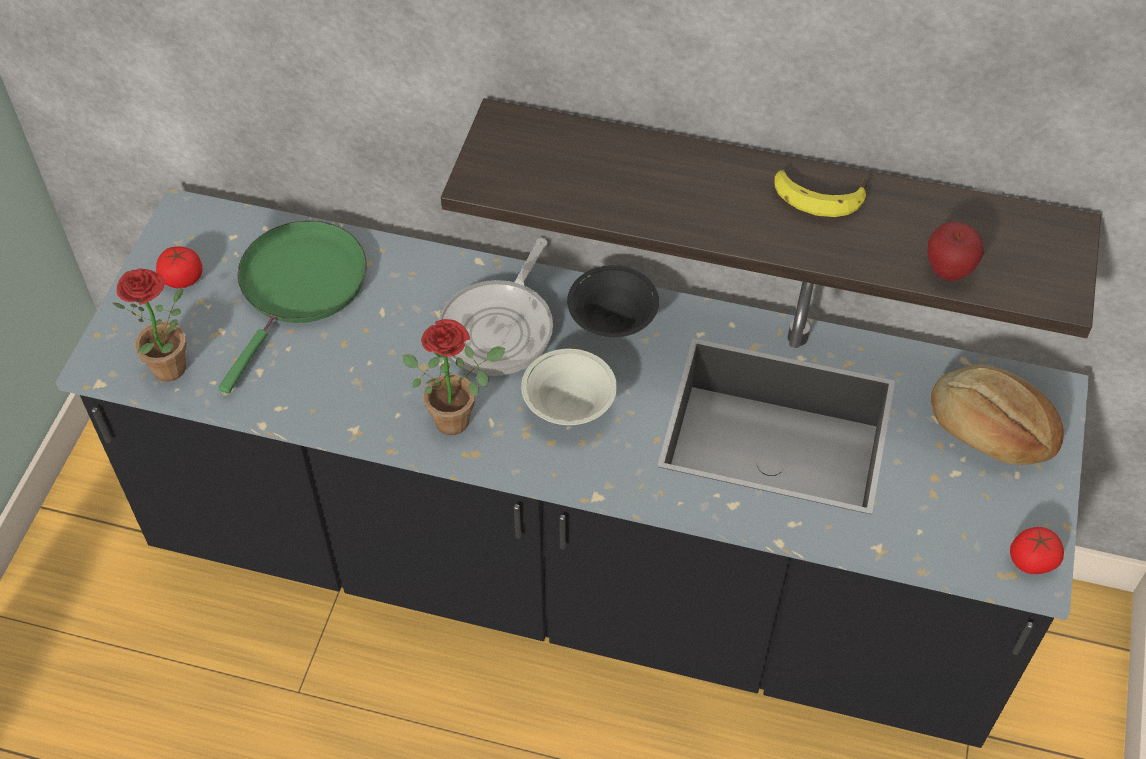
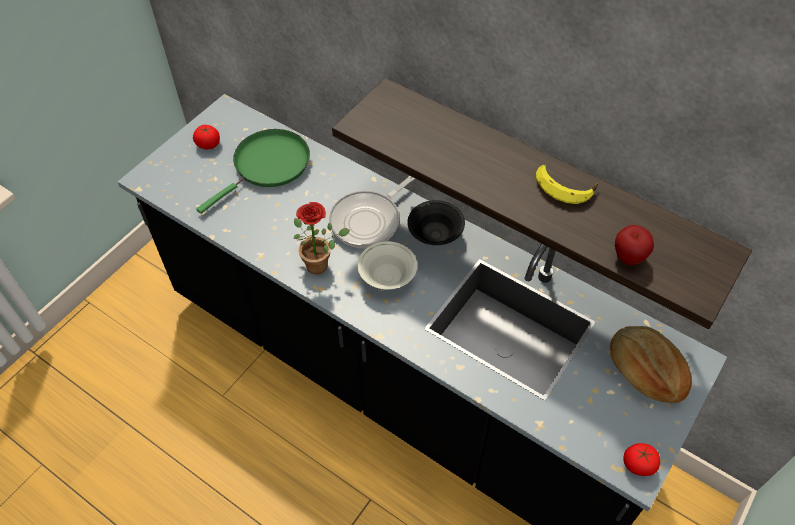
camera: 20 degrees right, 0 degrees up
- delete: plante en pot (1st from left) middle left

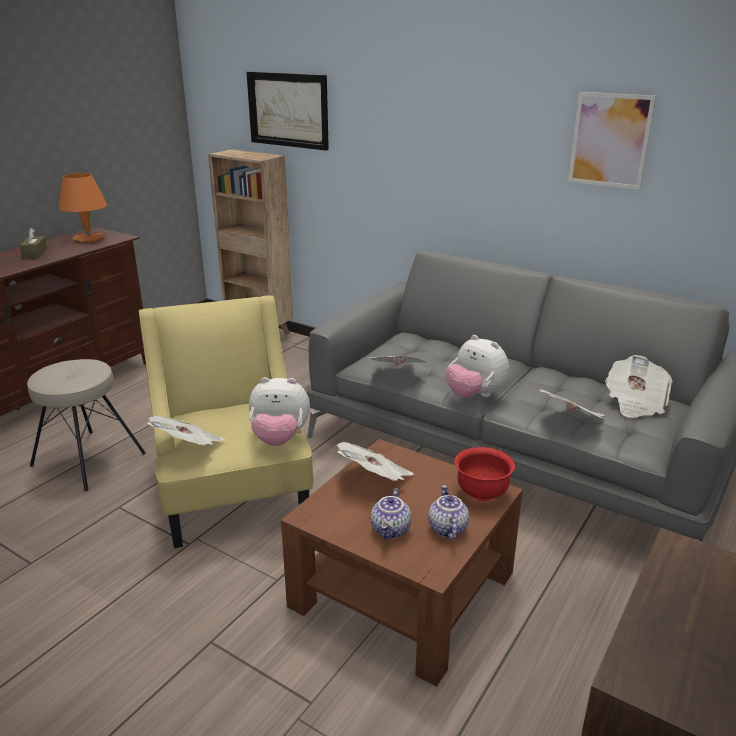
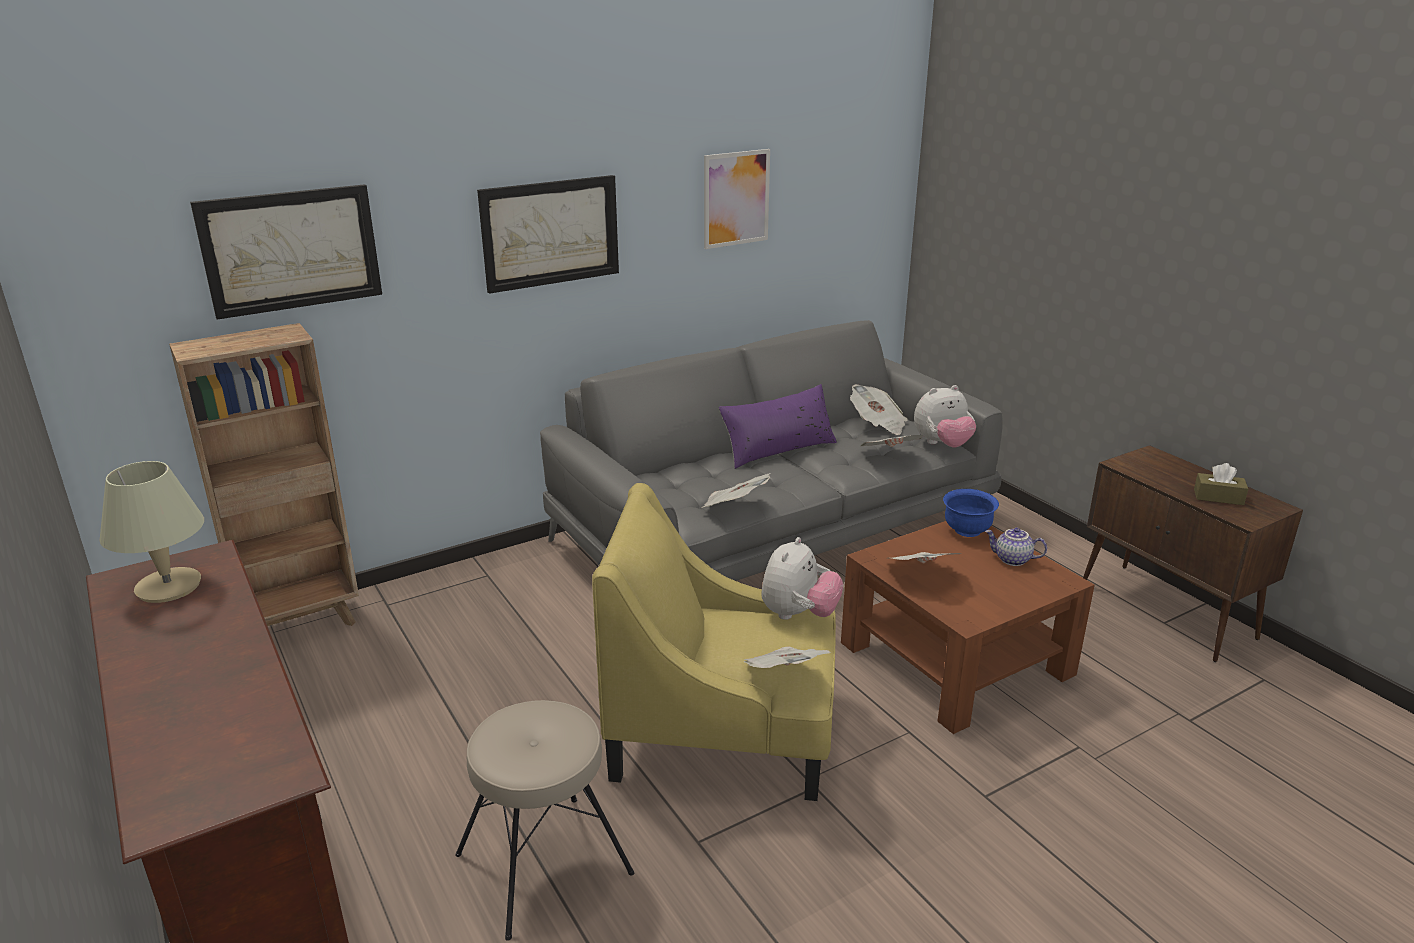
camera: 65 degrees left, 0 degrees up
- recolor: lampe de table (orange) top left to lampe de table (beige) middle left
- insert: tableau (2nd from left) top centre
- insert: coussin (violet) centre
- move: peluche (2nd from left) centre to middle right
- recolor: bol (rouge) centre to bol (bleu) middle right
- move: boîte à mouchoirs (marron) top left to middle right
- delete: théière (1st from left) bottom centre

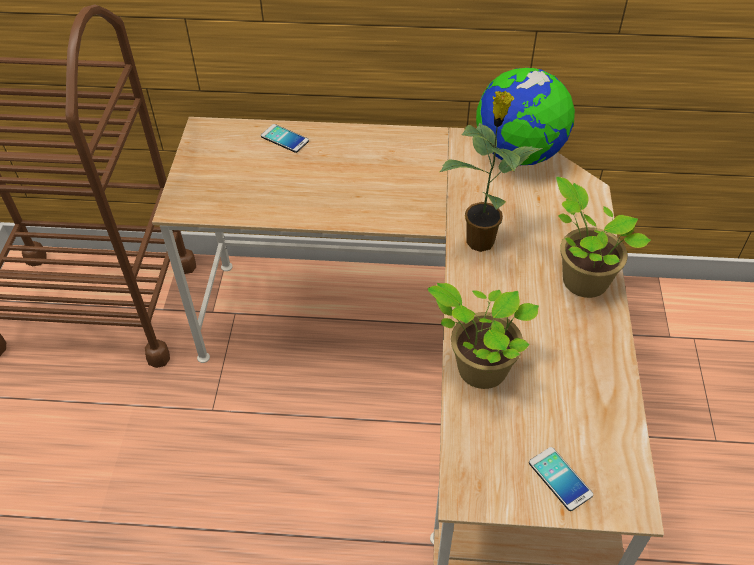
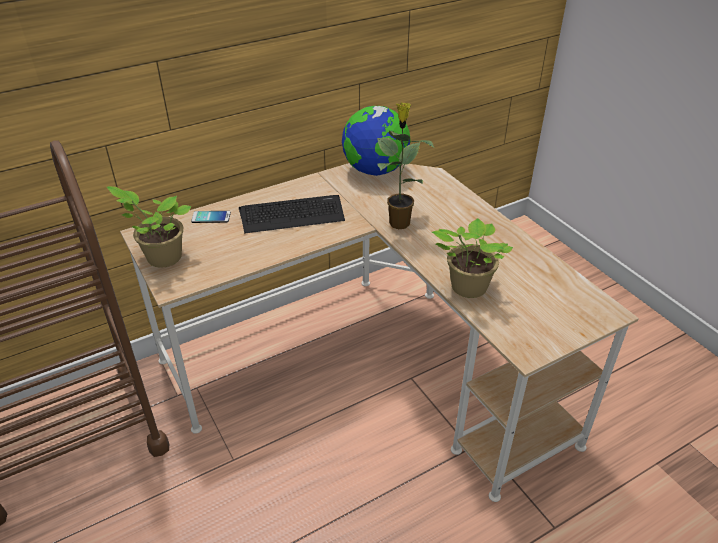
camera: 35 degrees left, 10 degrees down
- move: plante en pot (3rd from left in the first image) middle right to plante en pot (1st from left) middle left
- insert: clavier centre
- delete: téléphone (2nd from left) bottom right

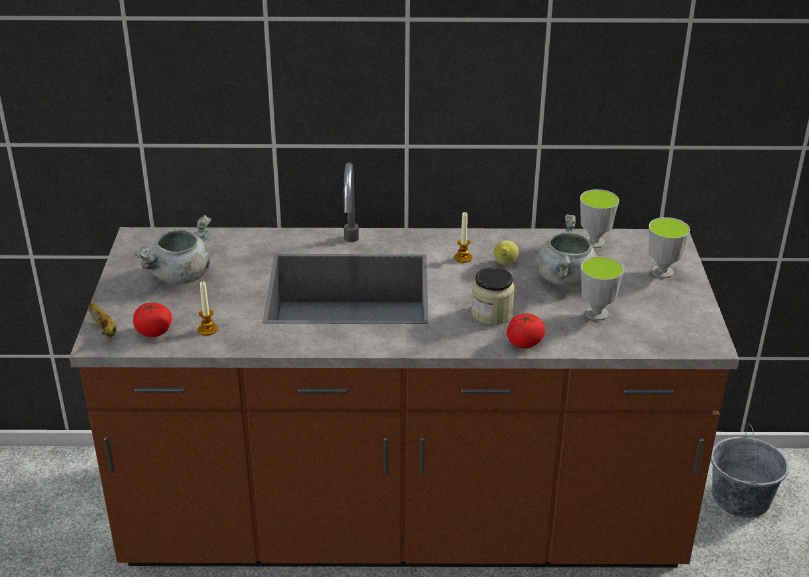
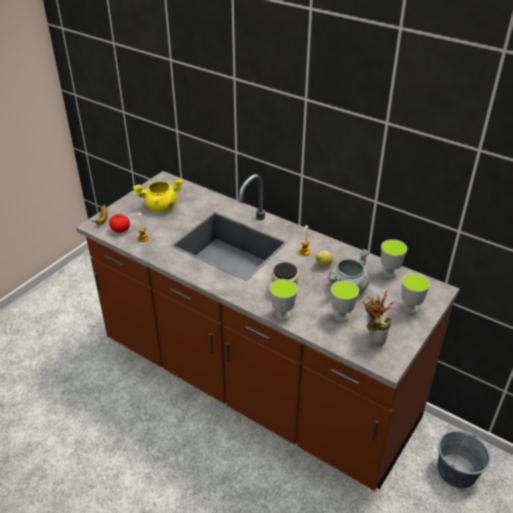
camera: 35 degrees right, 5 degrees up
- recolor: marmite (gris) (1st from left) middle left to marmite (jaune) middle left
- replace: tomate (2nd from left) centre to tasse (1st from left) centre
- insert: plante en pot middle right

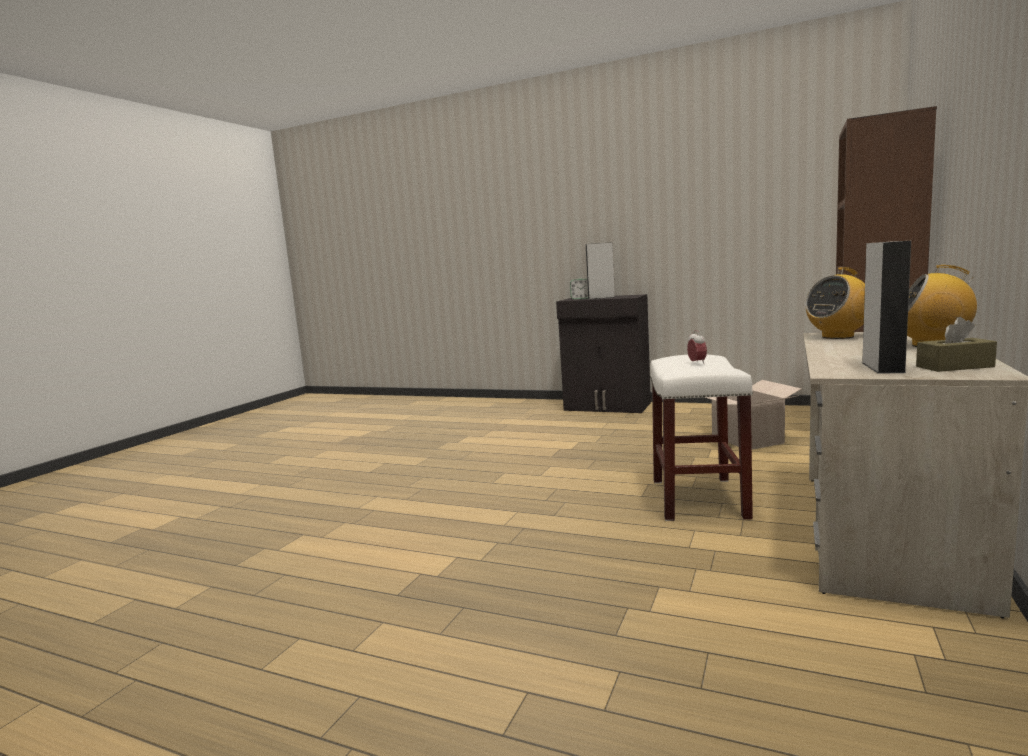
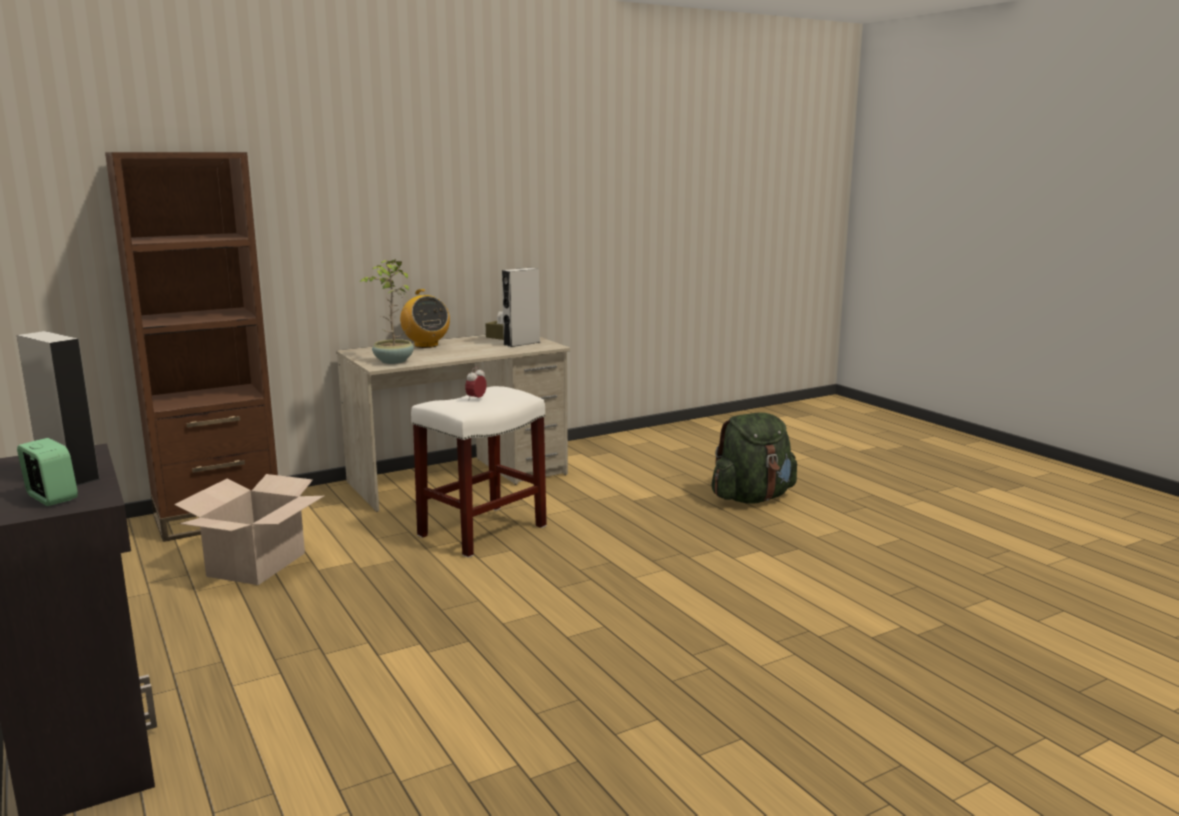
camera: 145 degrees left, 5 degrees up
- replace: radio (1st from left) middle right to plante en pot middle left
- insert: sac à dos (vert) centre

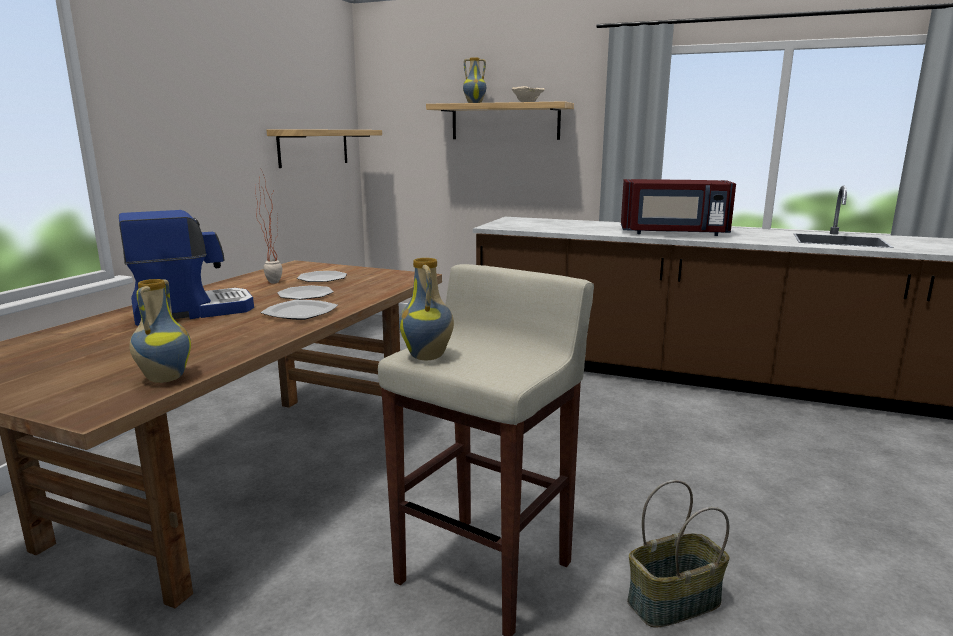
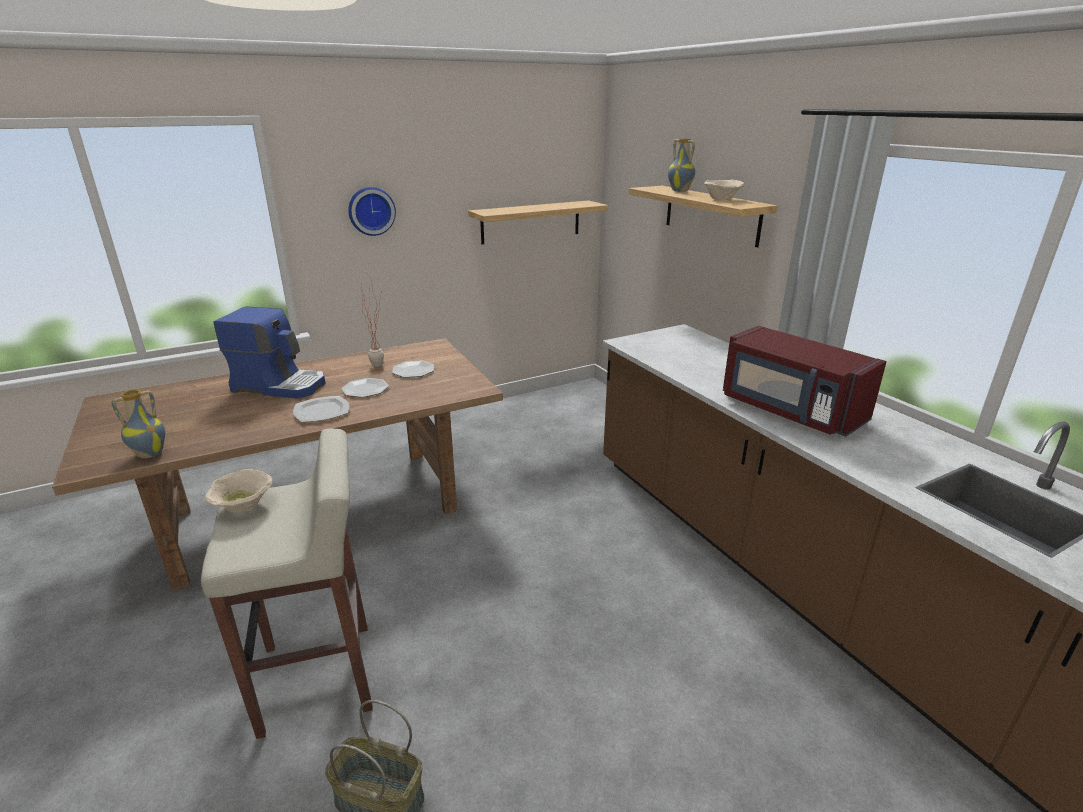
camera: 40 degrees right, 10 degrees up
- replace: vase (2nd from left) centre to bol (beige) (1st from left) middle left
- insert: horloge murale top centre

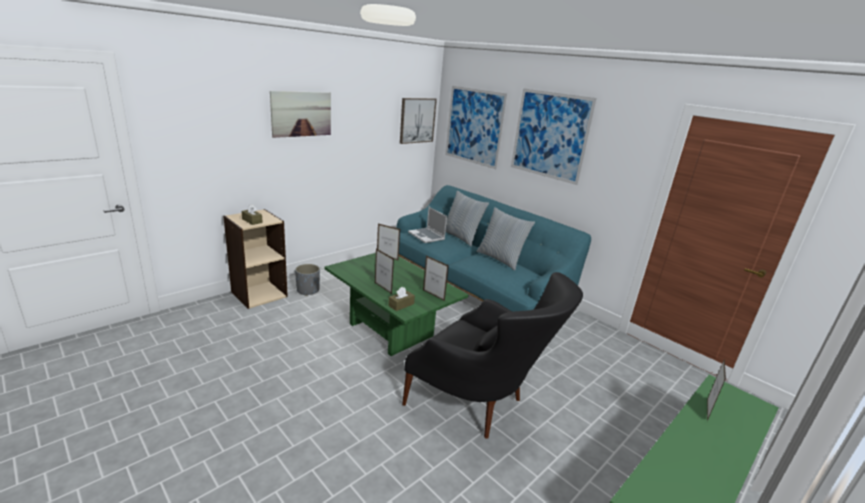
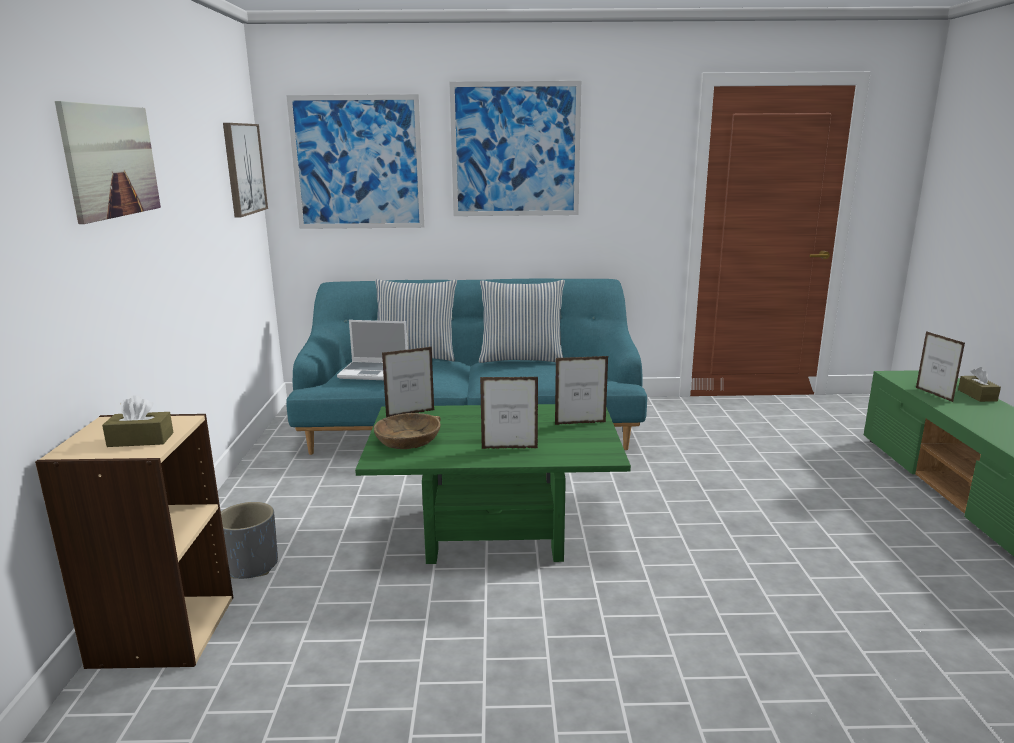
camera: 45 degrees left, 5 degrees down
- insert: bol (marron) centre
- move: boîte à mouchoirs (marron) (2nd from left) centre to middle right
- delete: fauteuil (noir) bottom centre

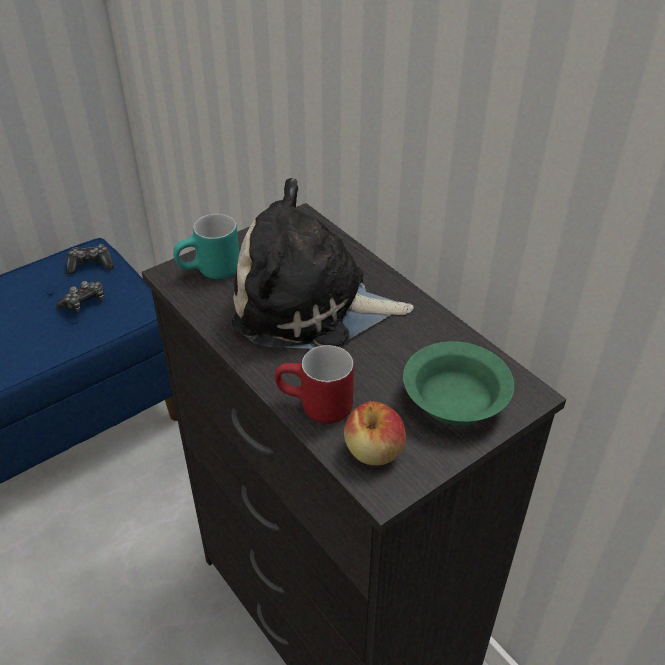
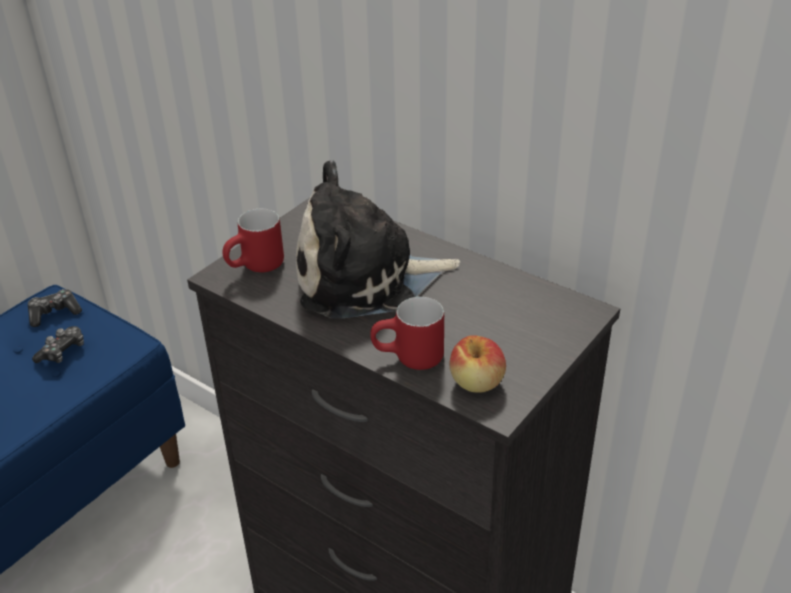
camera: 15 degrees left, 5 degrees down
- recolor: mug (turquoise) middle left to mug (rouge) (1st from left) middle left
- delete: bol (vert) middle right

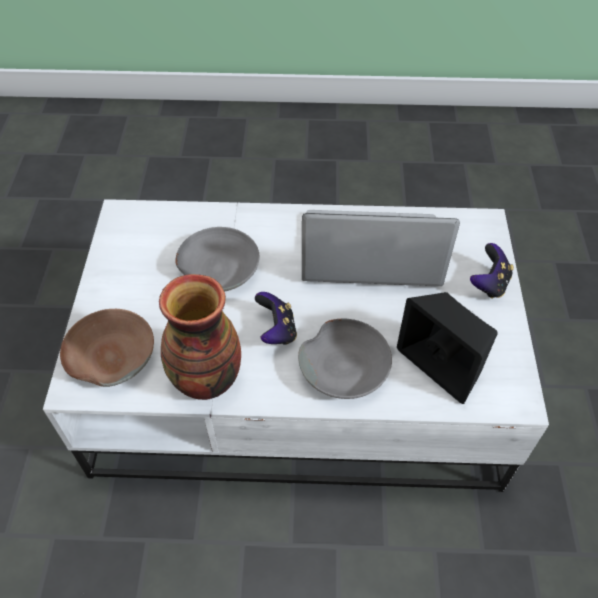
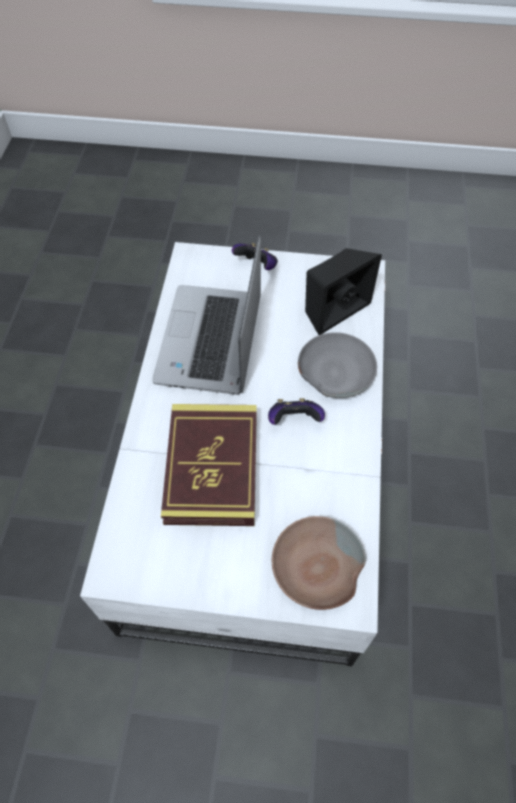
camera: 85 degrees left, 5 degrees up
- replace: bol (gris) (1st from left) centre to livre centre
- delete: vase centre

